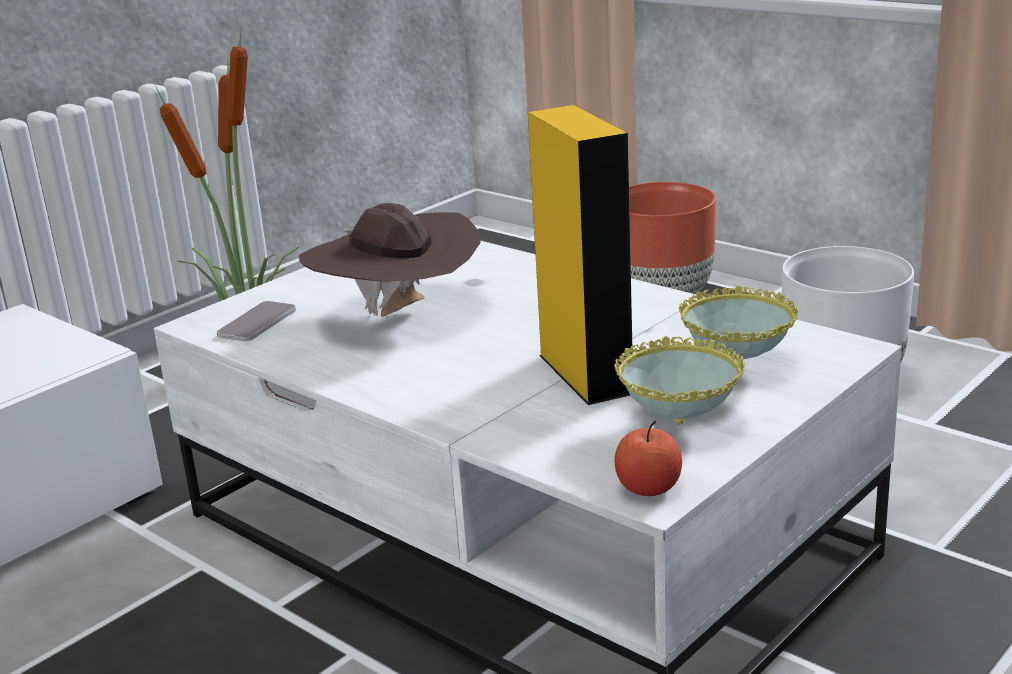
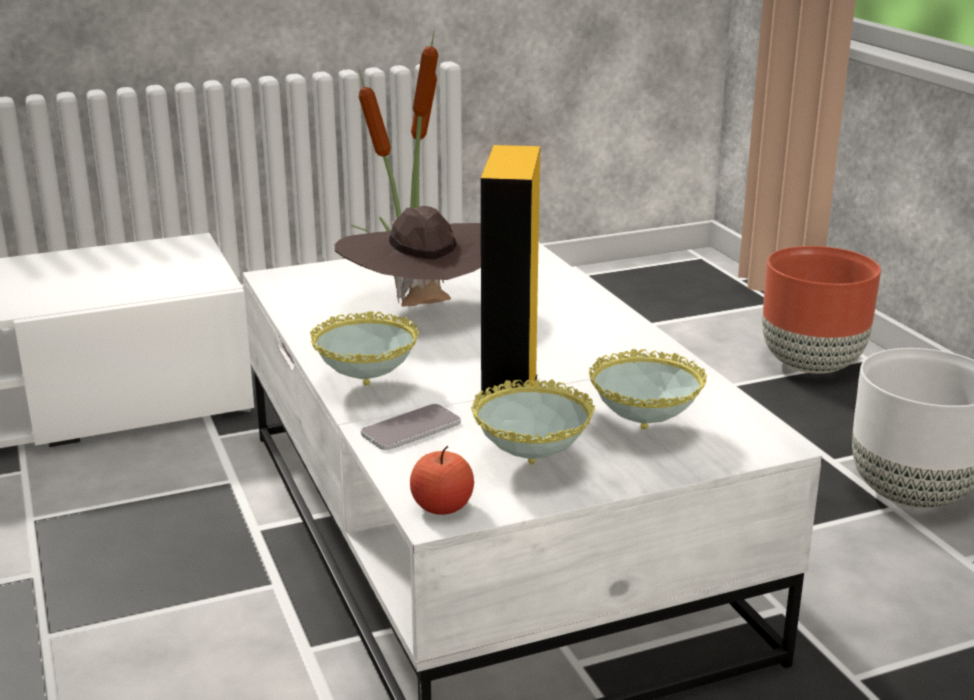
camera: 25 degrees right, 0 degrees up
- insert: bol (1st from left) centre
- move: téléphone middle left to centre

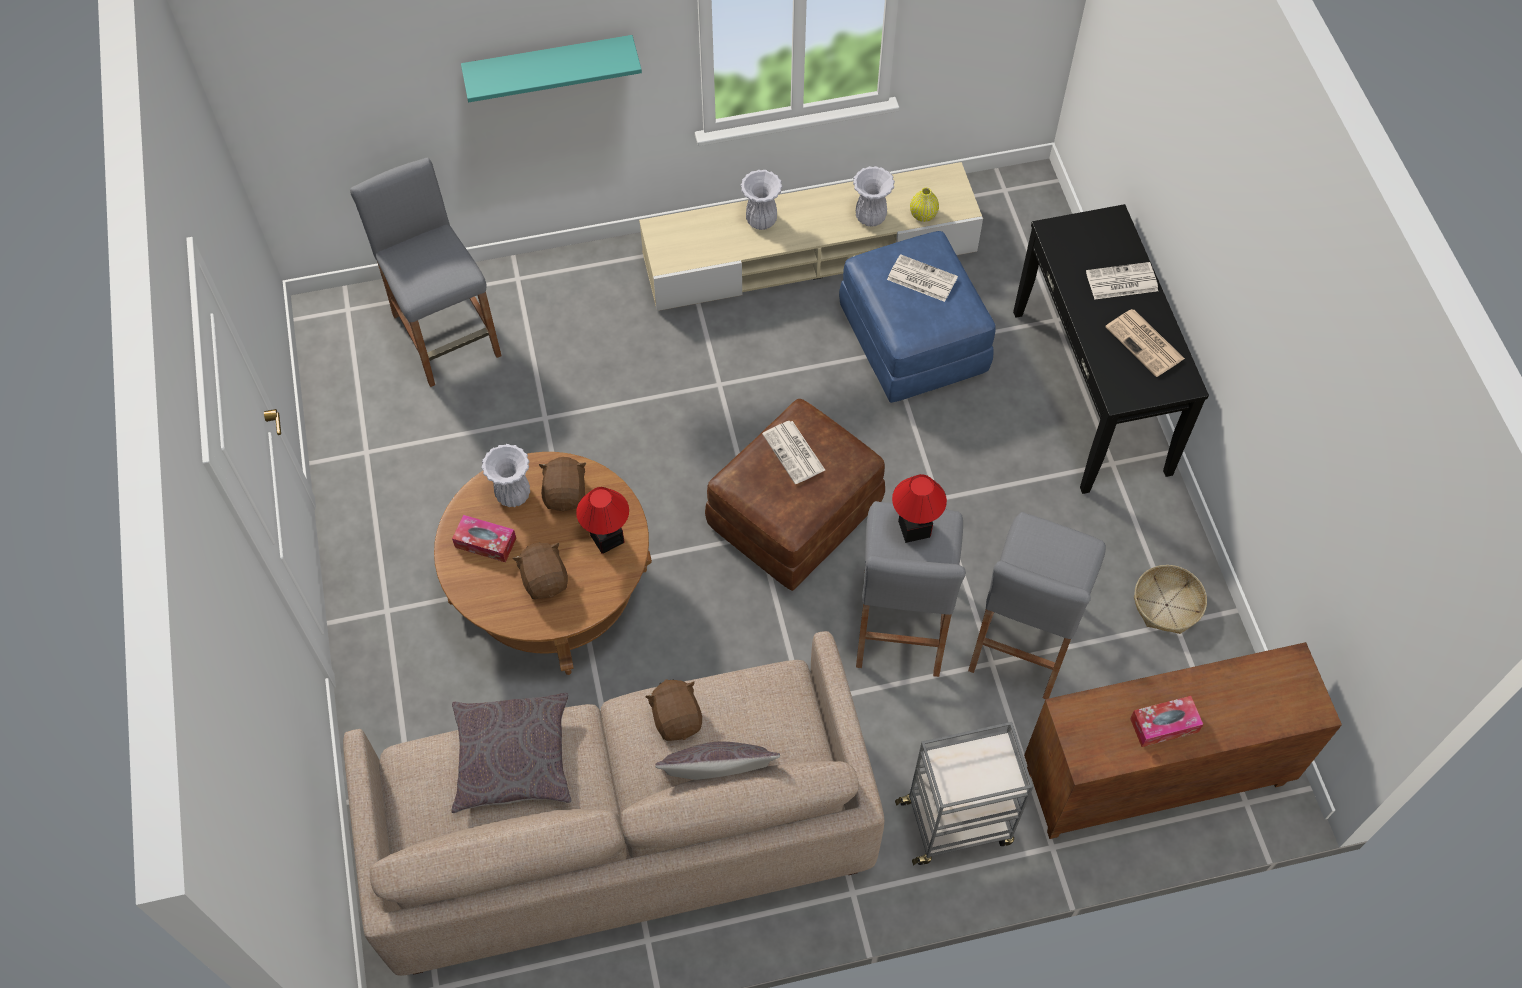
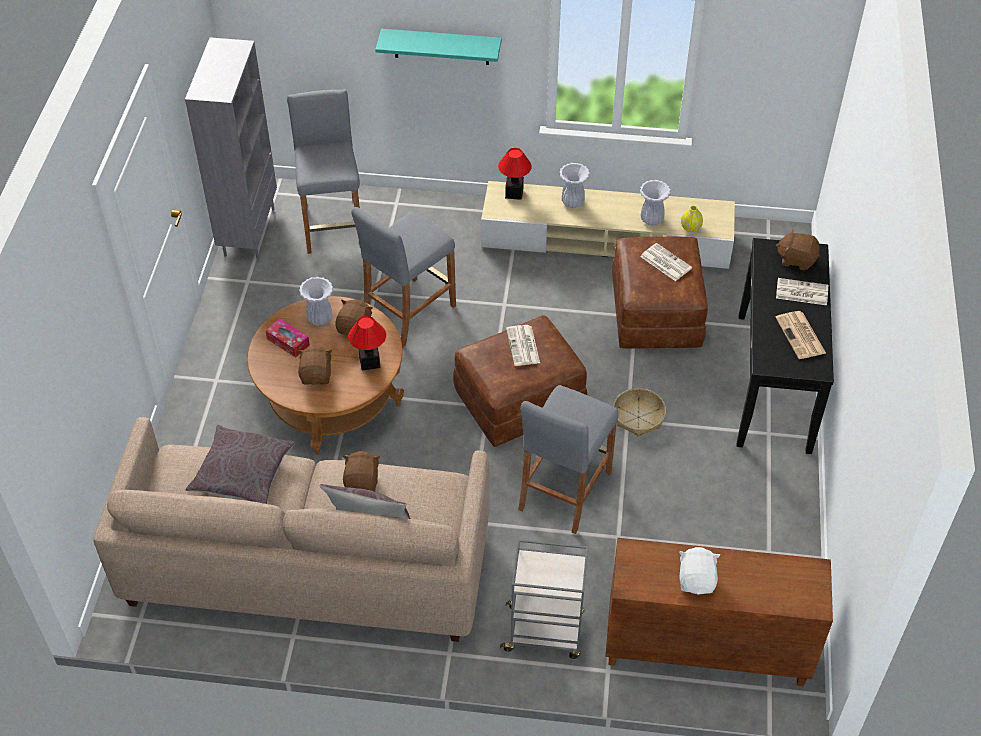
camera: 20 degrees right, 10 degrees down
- insert: bibliothèque (gris) top left
- move: tabouret (gris) (3rd from left in the first image) middle right to tabouret (gris) (2nd from left) centre
- move: lampe de table (2nd from left) centre to top centre
- recolor: pouf (bleu) top centre to pouf (marron) (2nd from left) middle right
- move: panier middle right to centre
- replace: boîte à mouchoirs (2nd from left) bottom right to peluche (blanc) bottom right
- insert: peluche (marron) (4th from left) middle right

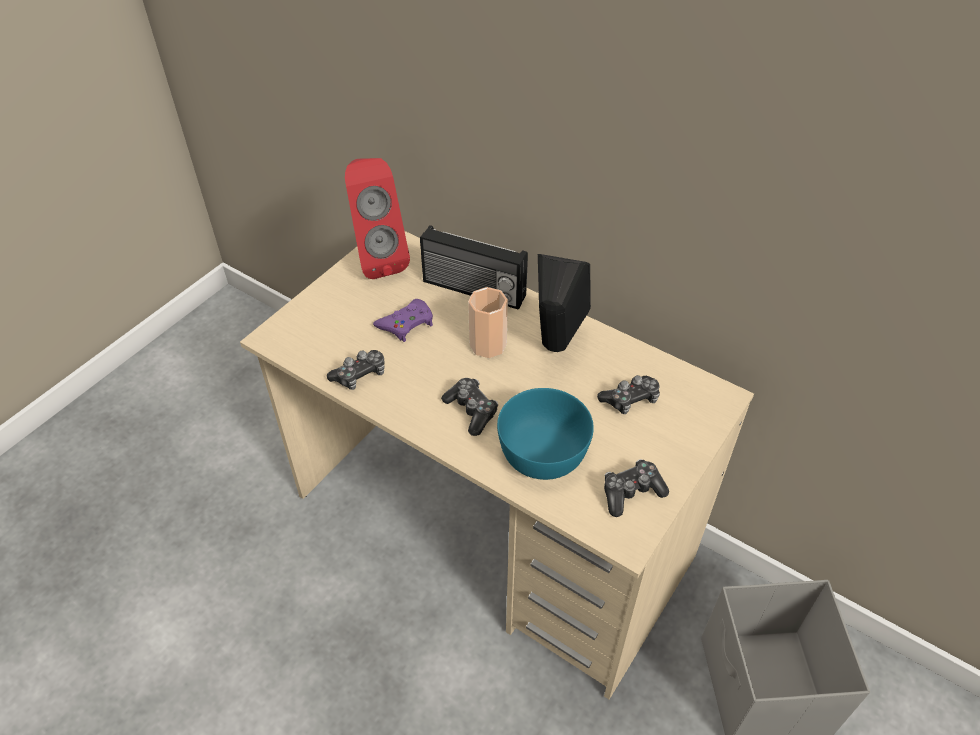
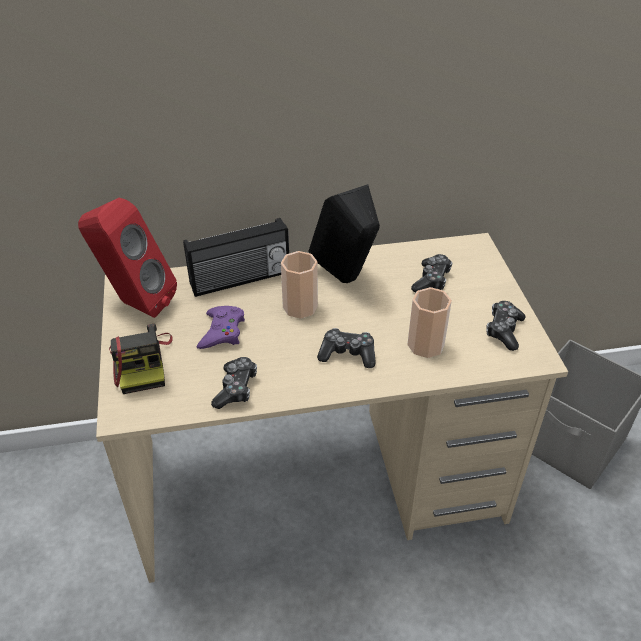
camera: 45 degrees left, 5 degrees down
- insert: appareil photo middle left
- replace: bol (turquoise) centre to tasse (2nd from left) middle right

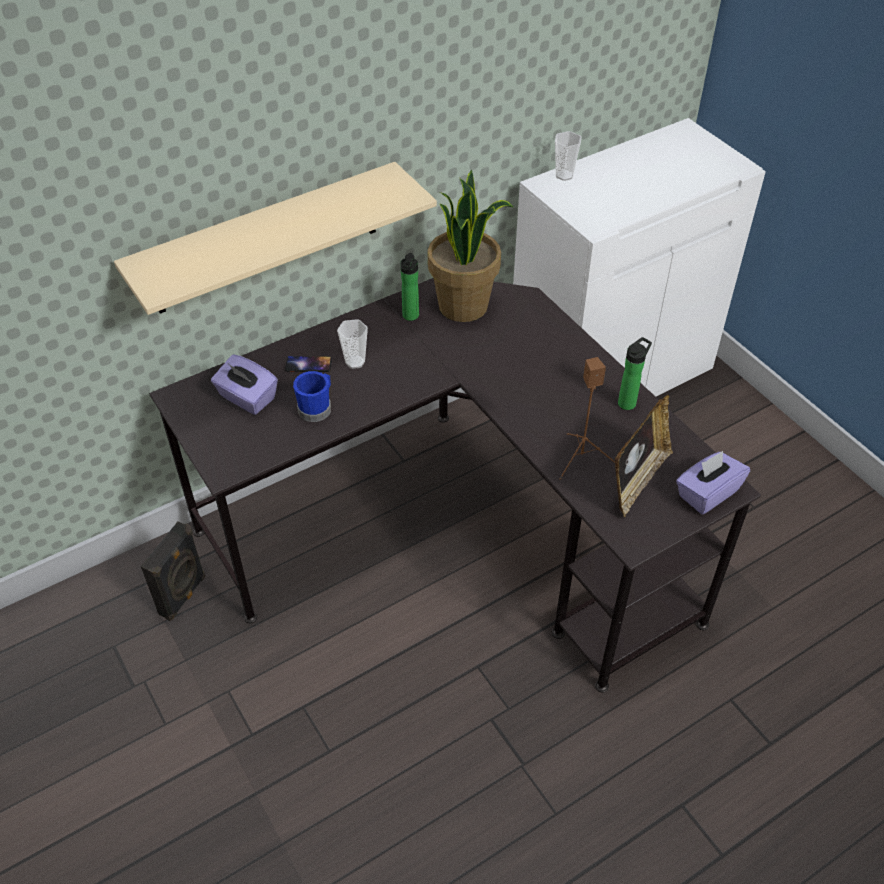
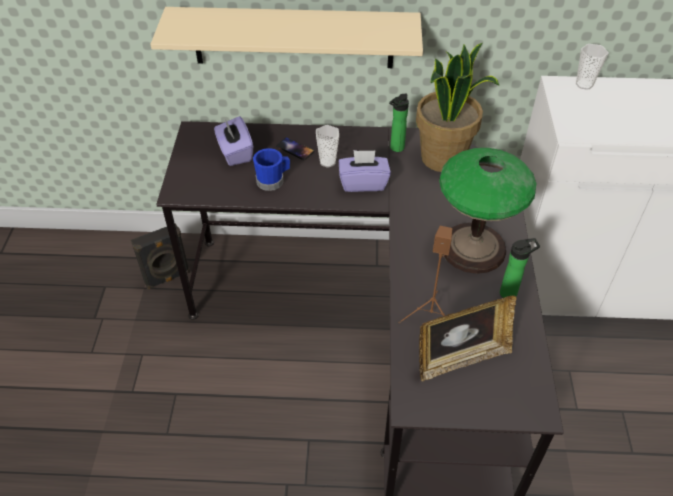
camera: 35 degrees right, 0 degrees up
- move: boîte à mouchoirs (violet) (2nd from left) middle right to centre
- insert: lampe de table middle right

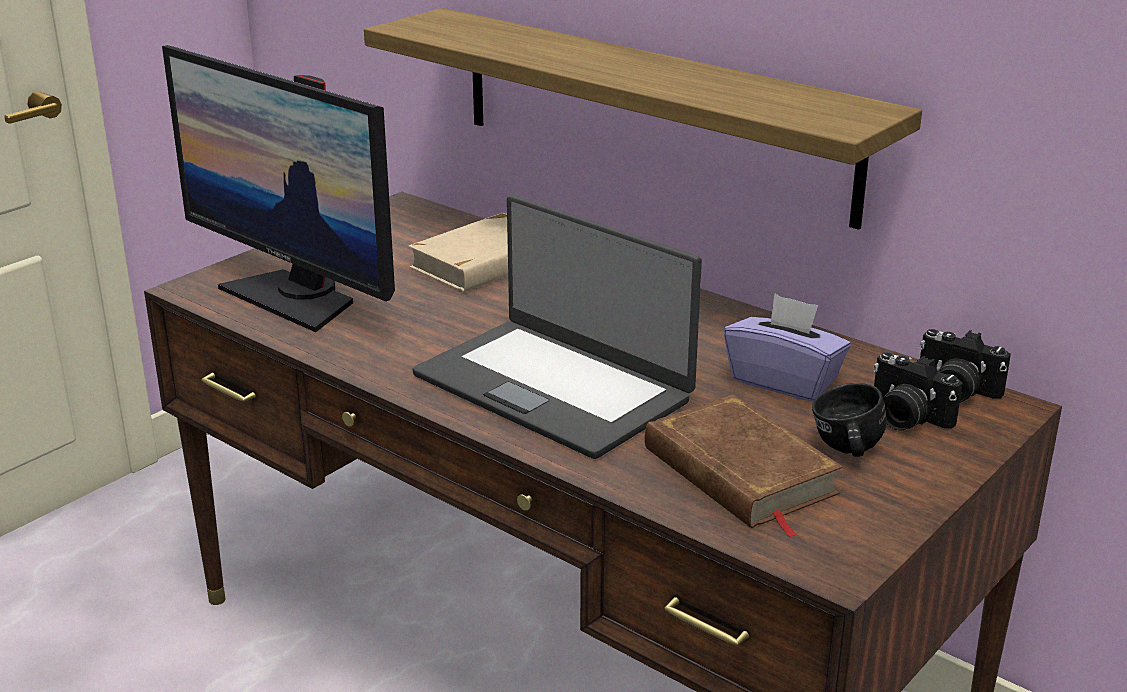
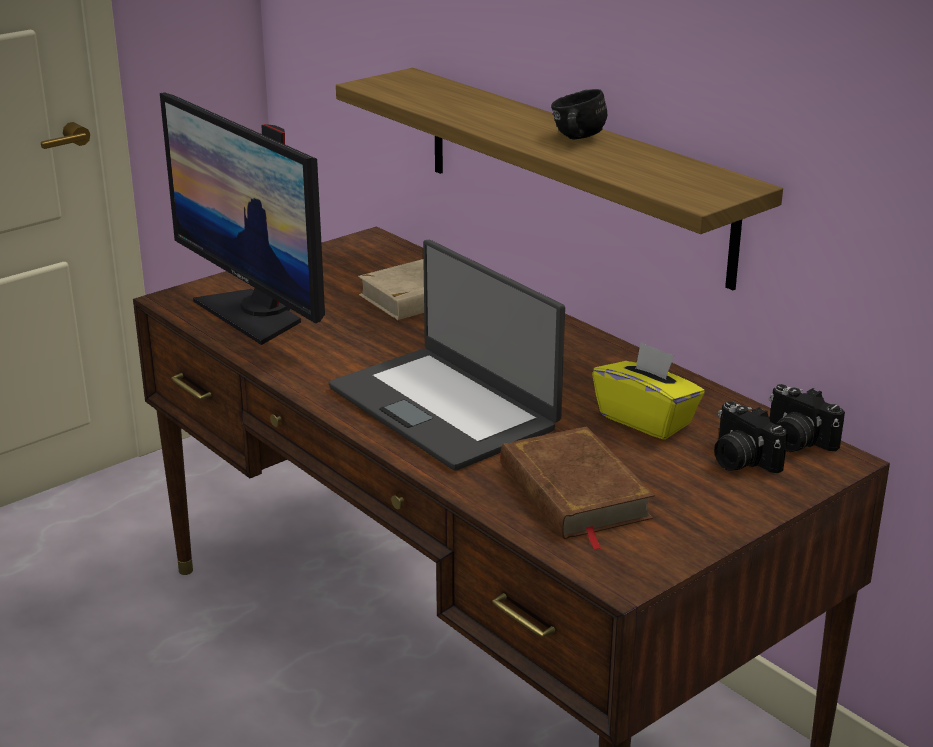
camera: 10 degrees right, 0 degrees up
- move: mug (noir) middle right to top centre
- recolor: boîte à mouchoirs (violet) middle right to boîte à mouchoirs (jaune) middle right

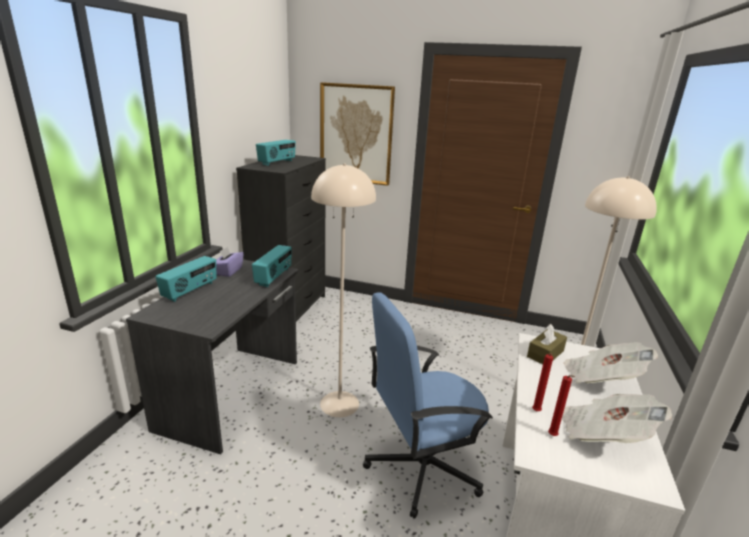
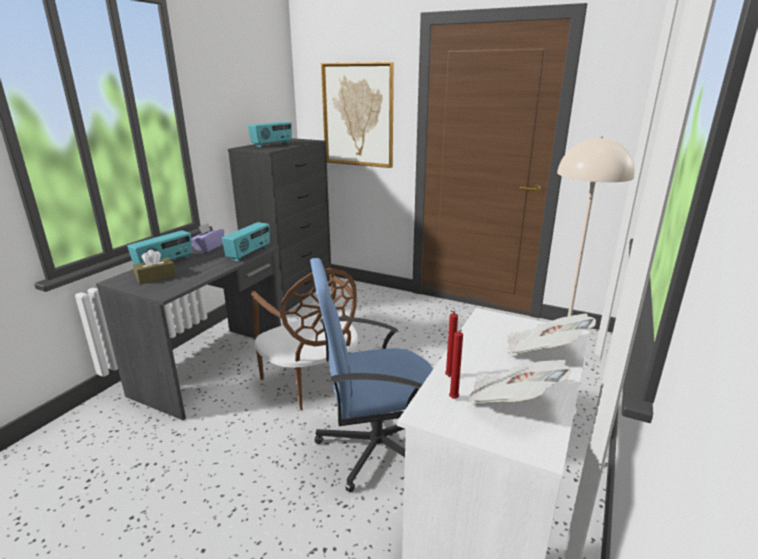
camera: 10 degrees right, 0 degrees up
- move: boîte à mouchoirs (marron) middle right to middle left
- replace: lampadaire (beige) (1st from left) centre to chaise (marron) centre

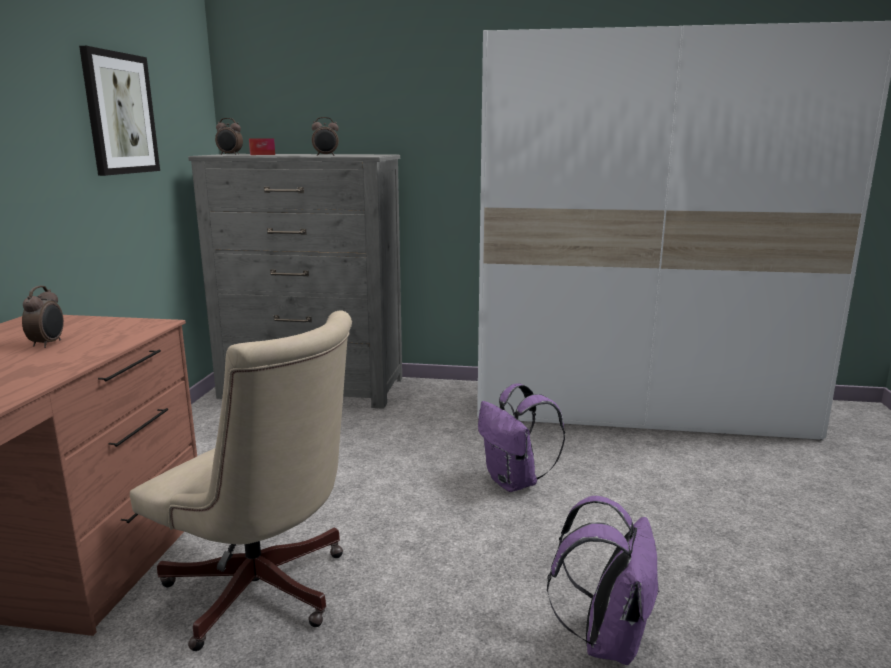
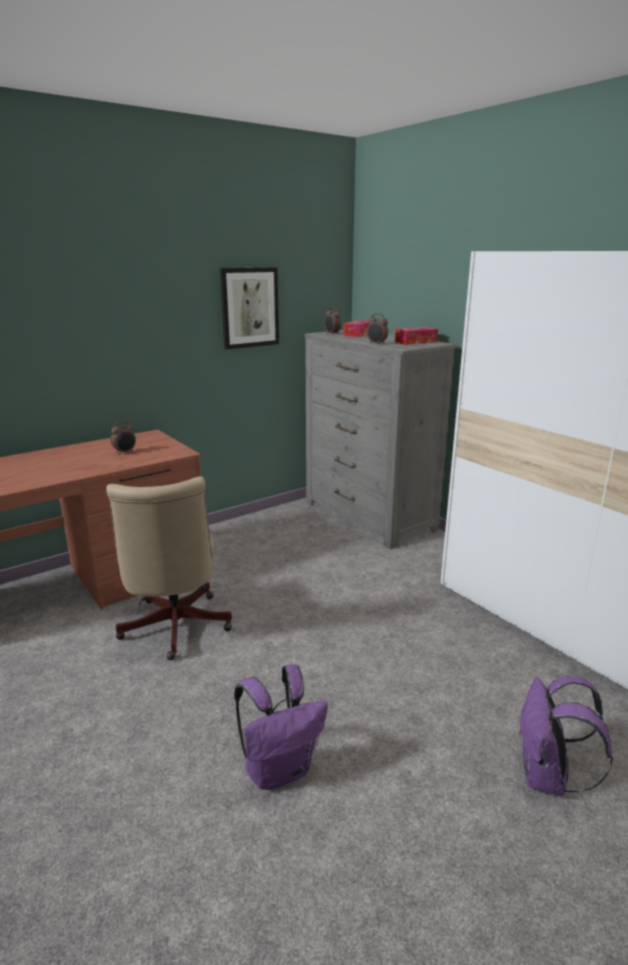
camera: 45 degrees right, 5 degrees up
- insert: boîte à mouchoirs (2nd from left) centre
- move: sac à dos (violet) (1st from left in the first image) centre to sac à dos (violet) (2nd from left) bottom right

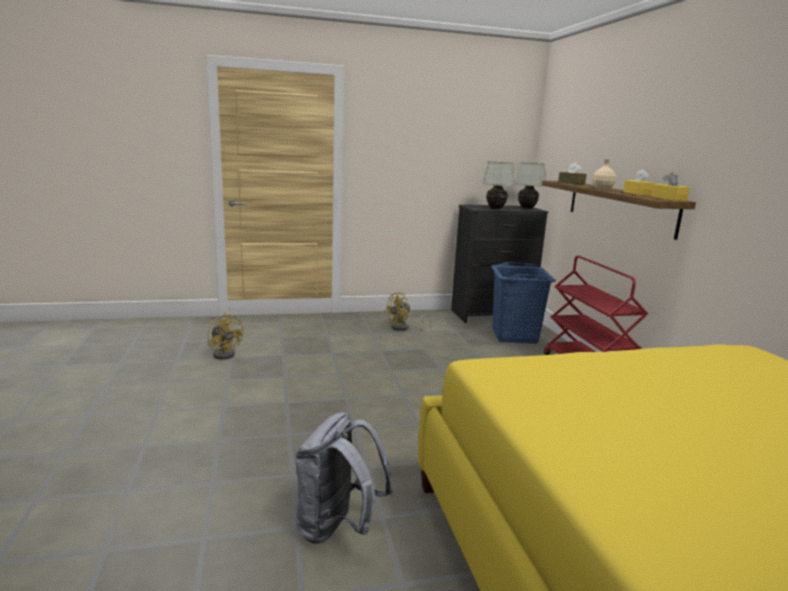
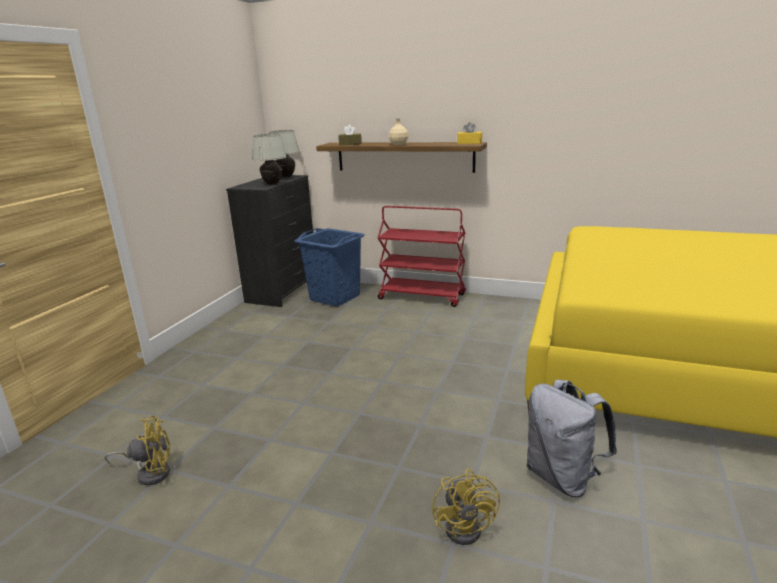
camera: 55 degrees left, 5 degrees up
- move: ventilateur (jaune) (2nd from left) centre to bottom centre
- delete: boîte à mouchoirs (jaune) (1st from left) top right

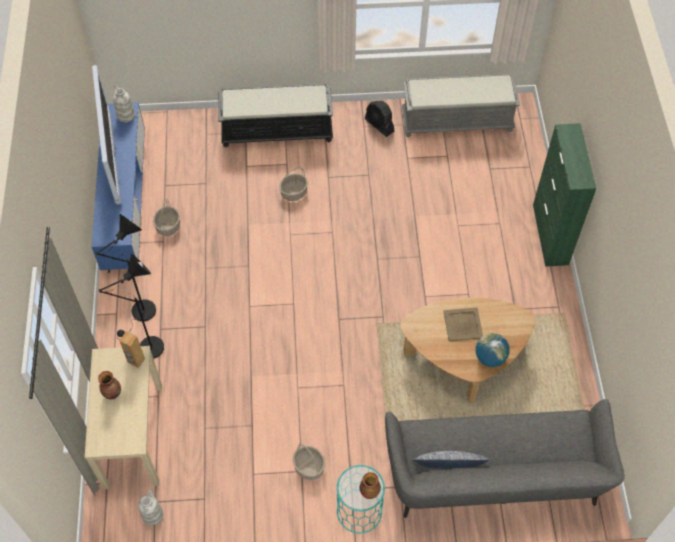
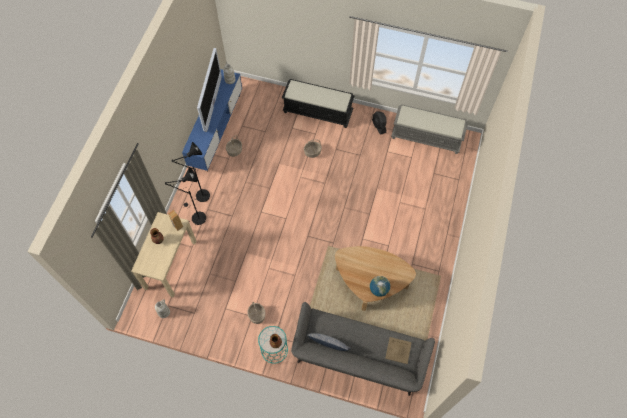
camera: 20 degrees right, 5 degrees up
- move: plateau (beige) middle right to bottom centre
- delete: meuble de rangement (vert) middle right

